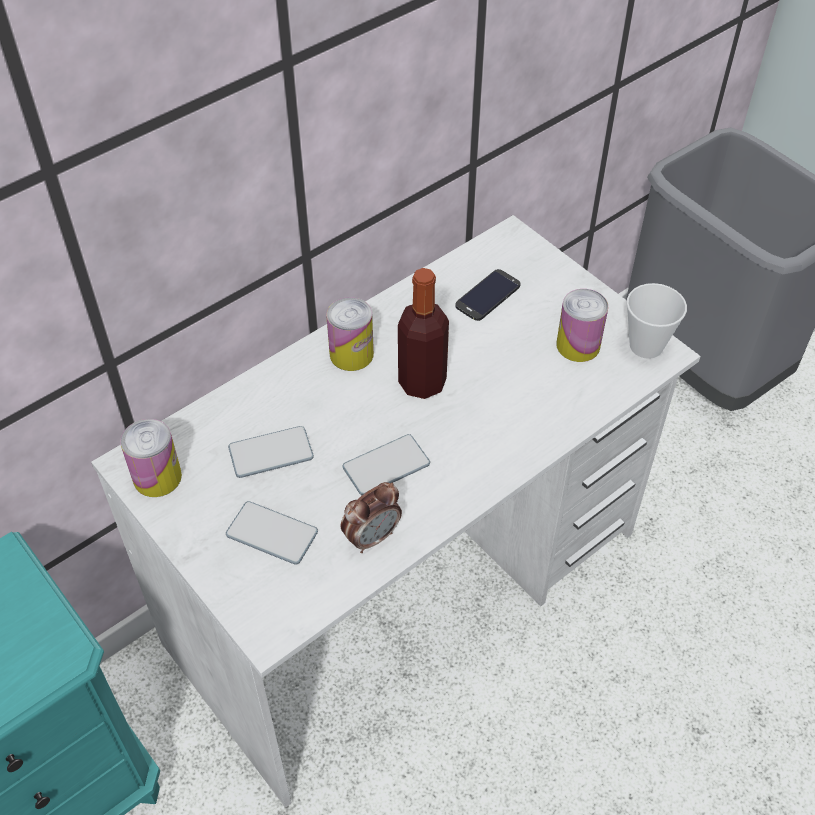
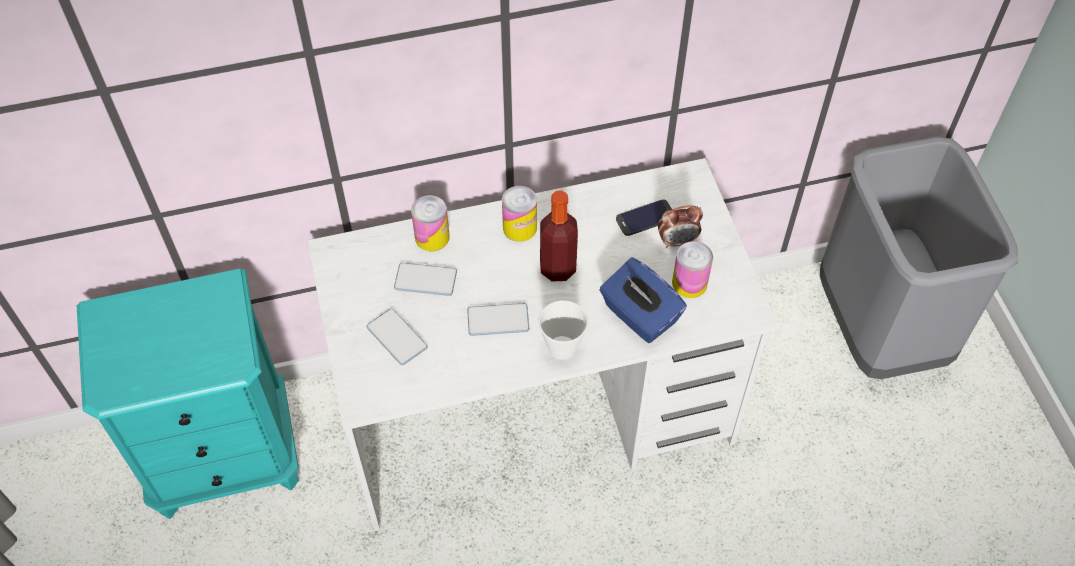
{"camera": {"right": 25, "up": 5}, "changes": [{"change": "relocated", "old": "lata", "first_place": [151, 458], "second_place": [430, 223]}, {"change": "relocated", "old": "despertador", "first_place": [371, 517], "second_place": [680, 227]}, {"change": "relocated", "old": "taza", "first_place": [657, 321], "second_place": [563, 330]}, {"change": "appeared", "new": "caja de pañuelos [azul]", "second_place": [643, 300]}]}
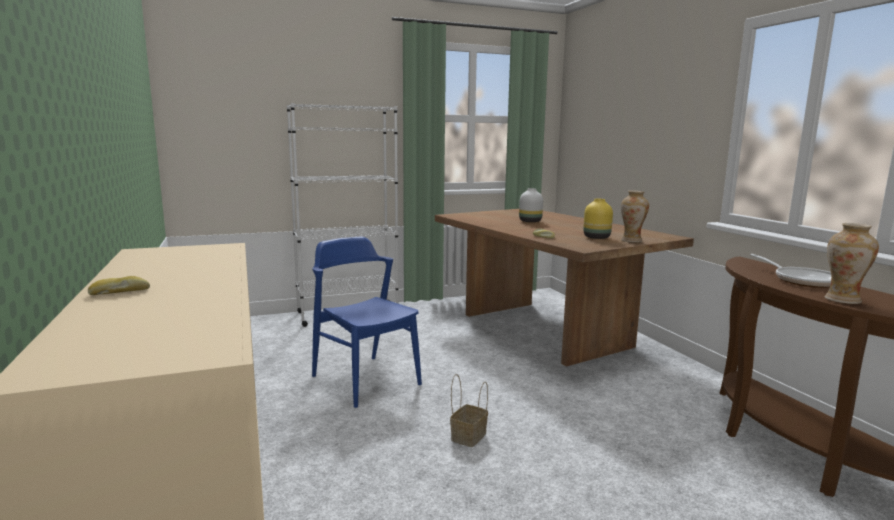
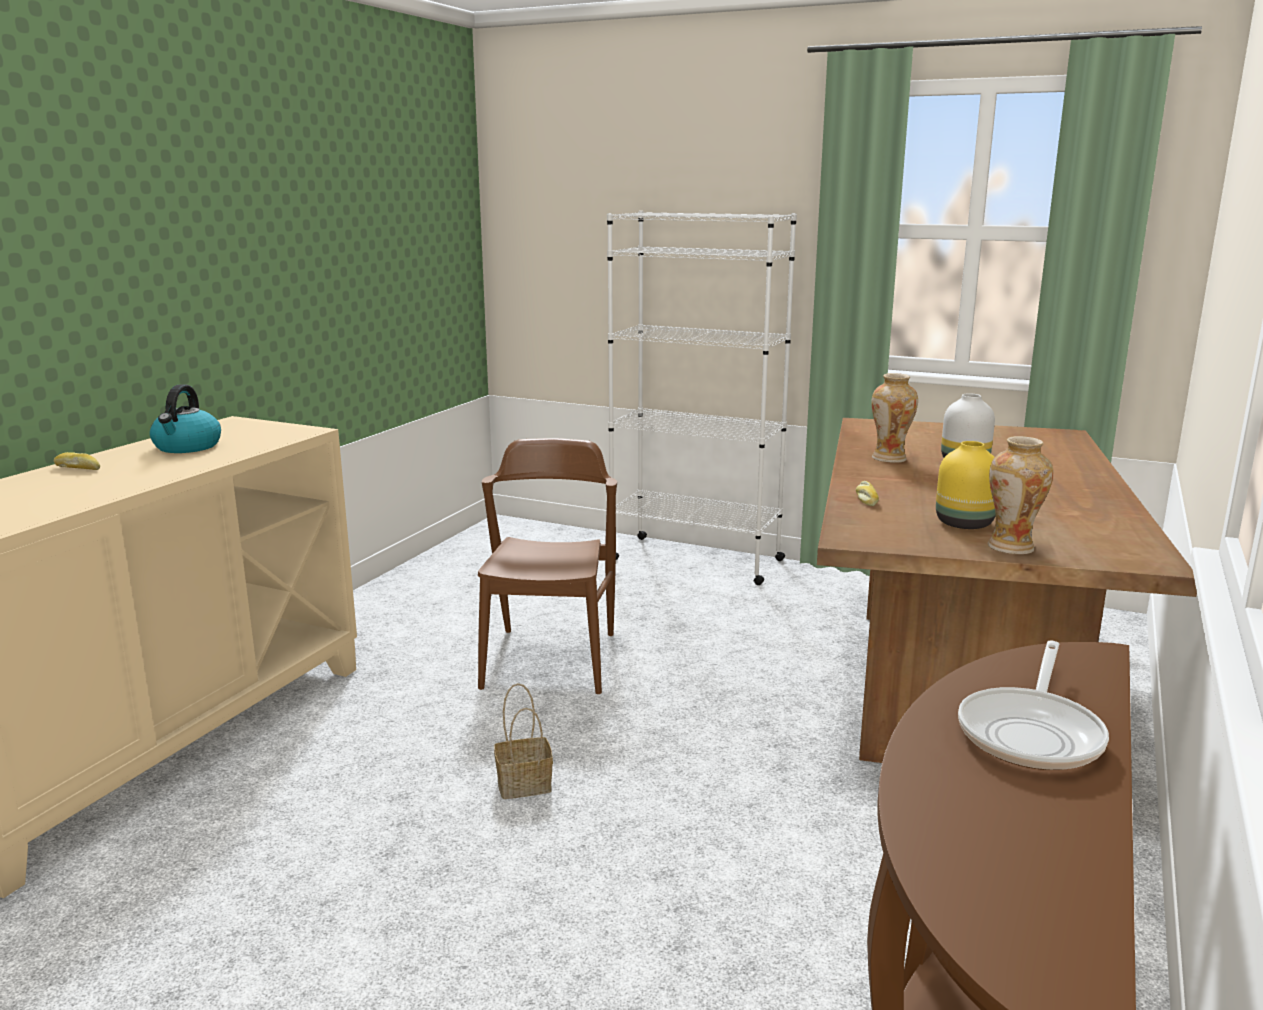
{"camera": {"right": 45, "up": 5}, "changes": [{"change": "colour", "old": "silla [azul]", "new": "silla [marrón]", "first_place": [367, 322], "second_place": [547, 566]}, {"change": "relocated", "old": "florero", "first_place": [852, 263], "second_place": [894, 418]}, {"change": "appeared", "new": "hervidor", "second_place": [185, 418]}]}
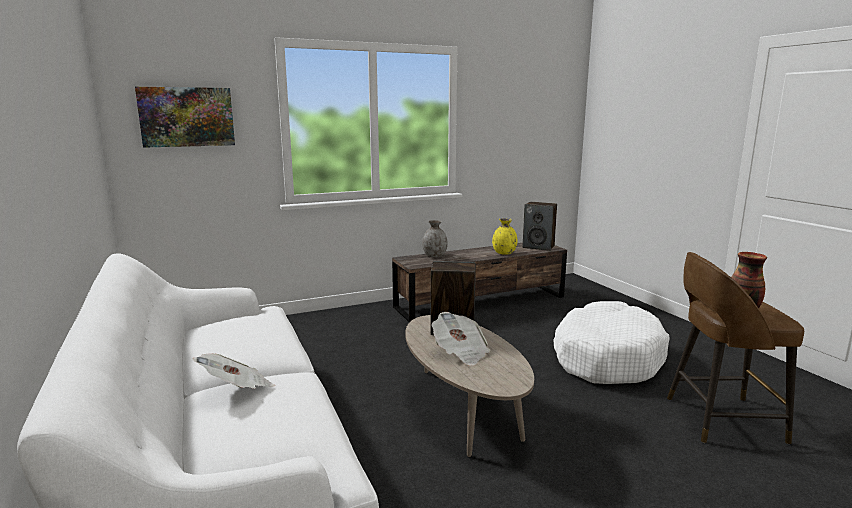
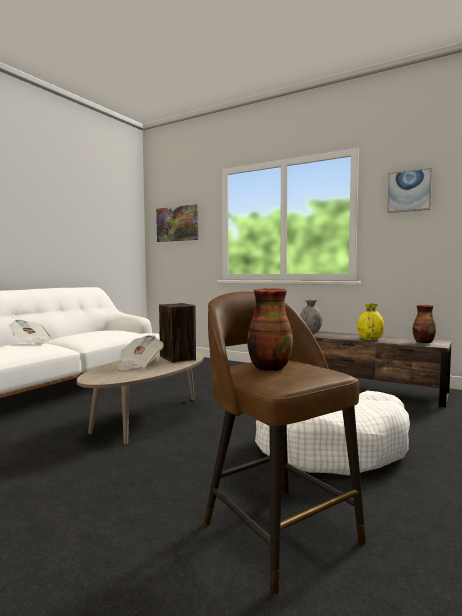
{"camera": {"right": 55, "up": -10}, "changes": [{"change": "exchanged", "old": "altavoz", "new": "florero", "first_place": [540, 226], "second_place": [424, 324]}, {"change": "appeared", "new": "cuadro", "second_place": [409, 190]}]}
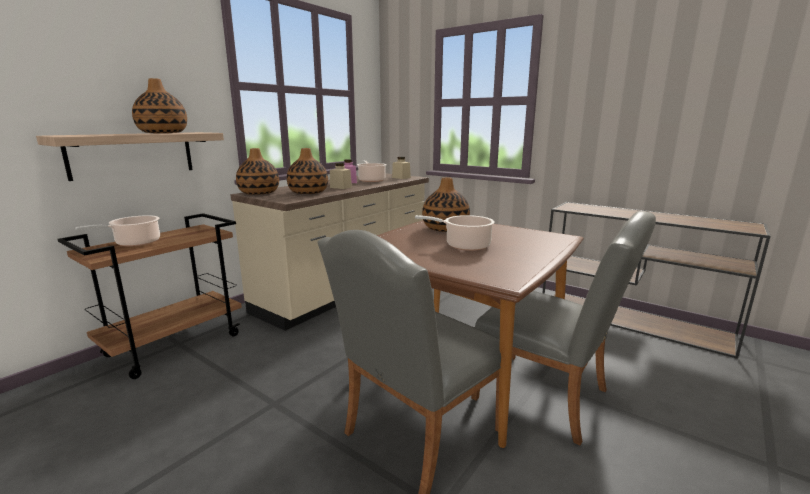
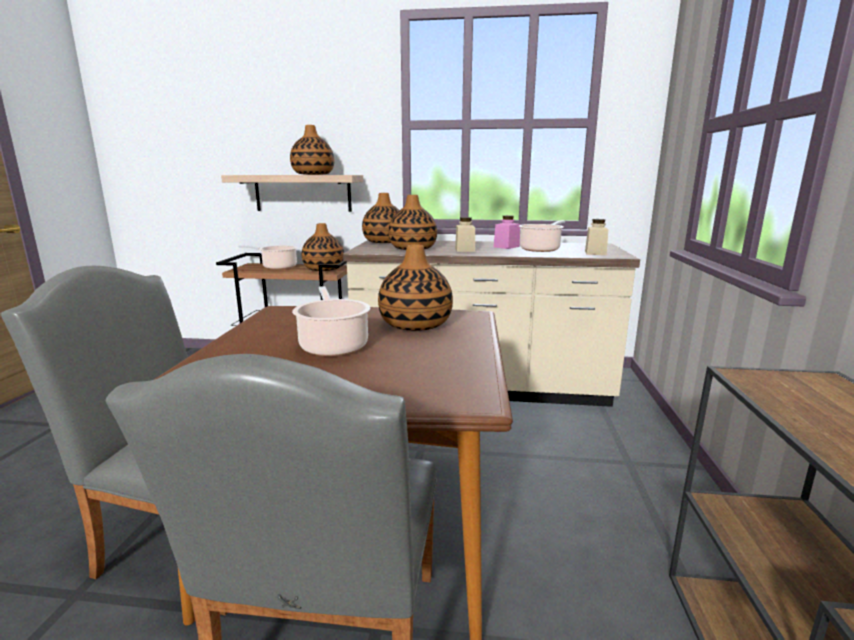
{"camera": {"right": 60, "up": 0}, "changes": [{"change": "appeared", "new": "florero", "second_place": [323, 247]}]}
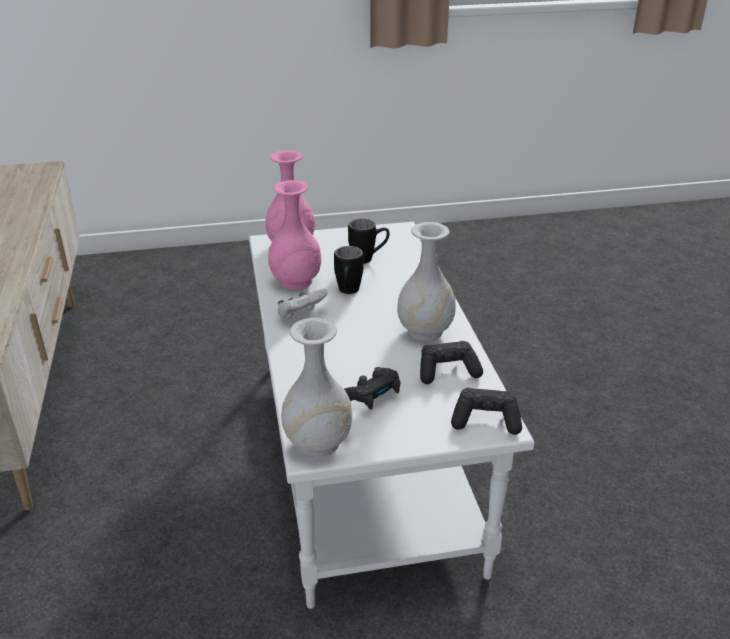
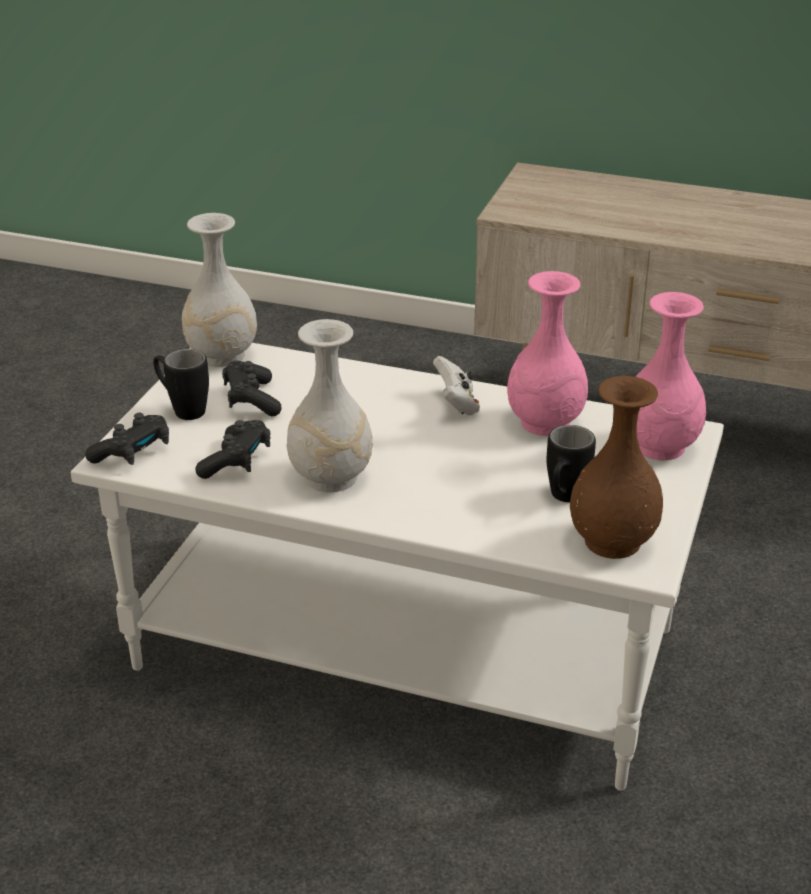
{"camera": {"right": 120, "up": 0}, "changes": [{"change": "relocated", "old": "taza grande [negro]", "first_place": [349, 270], "second_place": [181, 384]}, {"change": "appeared", "new": "florero [marrón]", "second_place": [616, 467]}]}
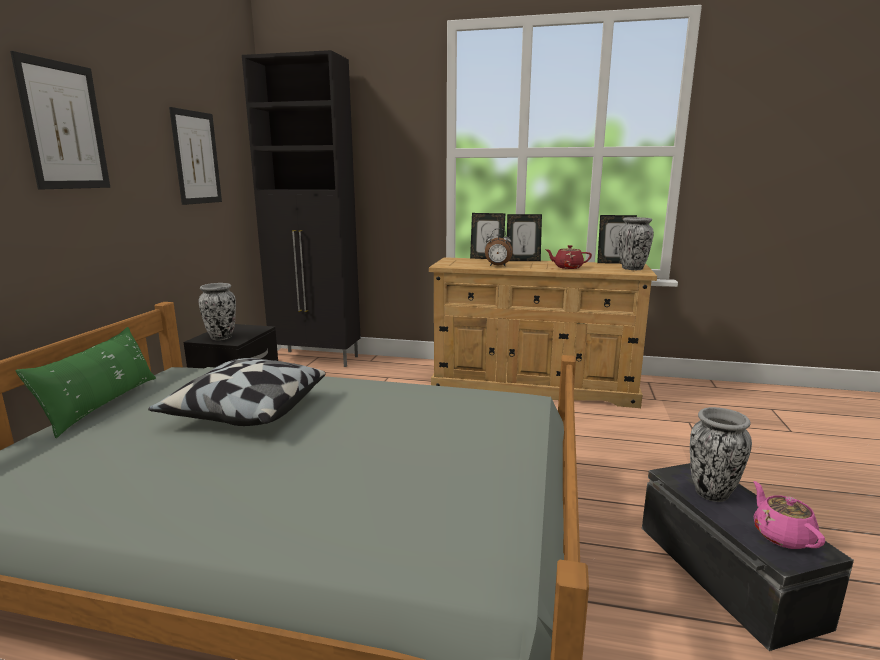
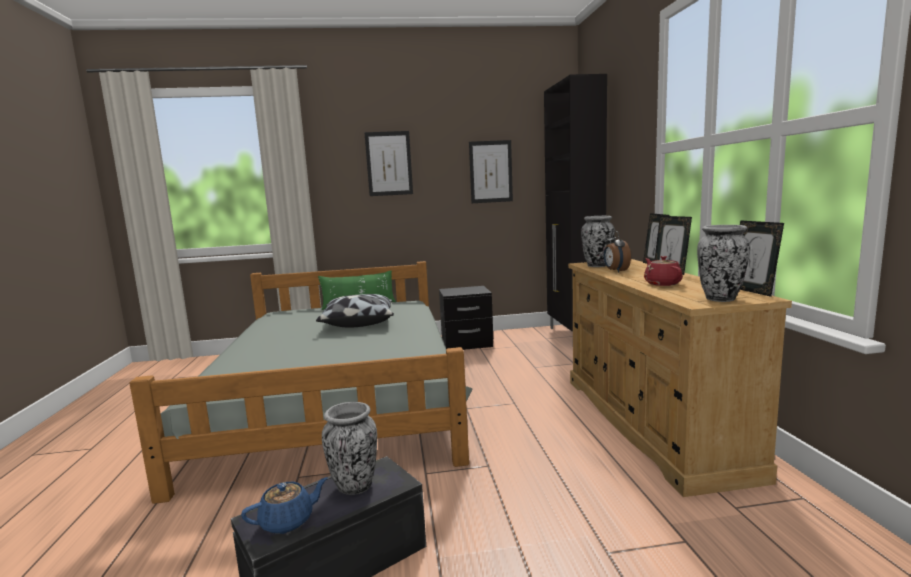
{"camera": {"right": 70, "up": -5}, "changes": [{"change": "relocated", "old": "florero", "first_place": [217, 311], "second_place": [598, 241]}, {"change": "colour", "old": "tetera [rosa]", "new": "tetera [azul]", "first_place": [789, 515], "second_place": [284, 505]}]}
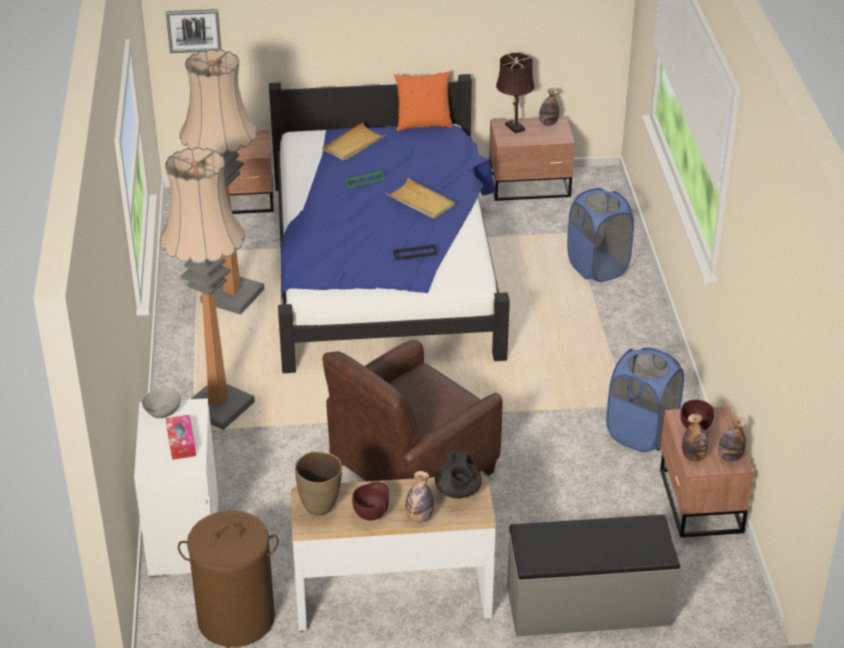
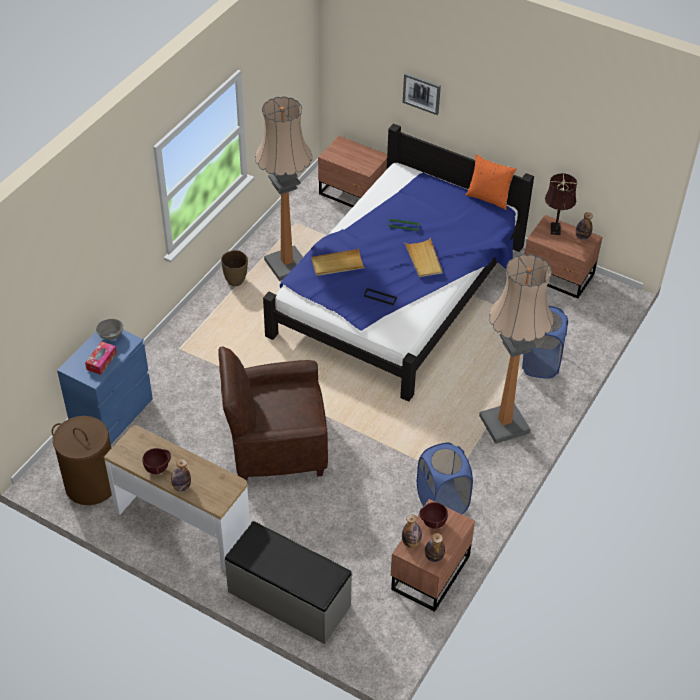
{"camera": {"right": 35, "up": 10}, "changes": [{"change": "colour", "old": "cómoda [blanco]", "new": "cómoda [azul]", "first_place": [176, 488], "second_place": [105, 387]}, {"change": "relocated", "old": "lámpara de pie", "first_place": [207, 289], "second_place": [516, 349]}, {"change": "relocated", "old": "cuadro", "first_place": [193, 31], "second_place": [422, 94]}, {"change": "relocated", "old": "florero [marrón]", "first_place": [318, 483], "second_place": [234, 268]}, {"change": "relocated", "old": "bandeja [beis]", "first_place": [354, 142], "second_place": [338, 262]}, {"change": "missing", "old": "tetera [negro]", "first_place": [458, 474]}]}
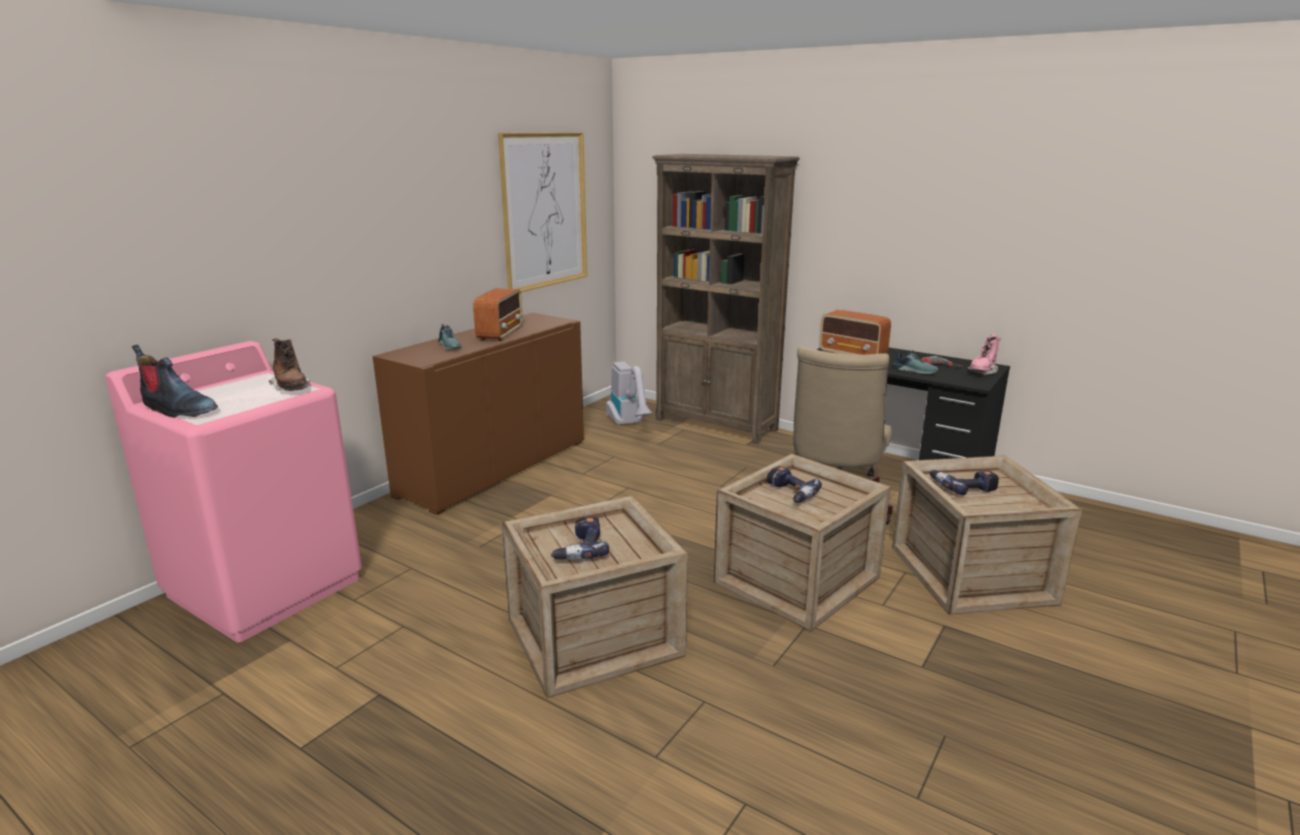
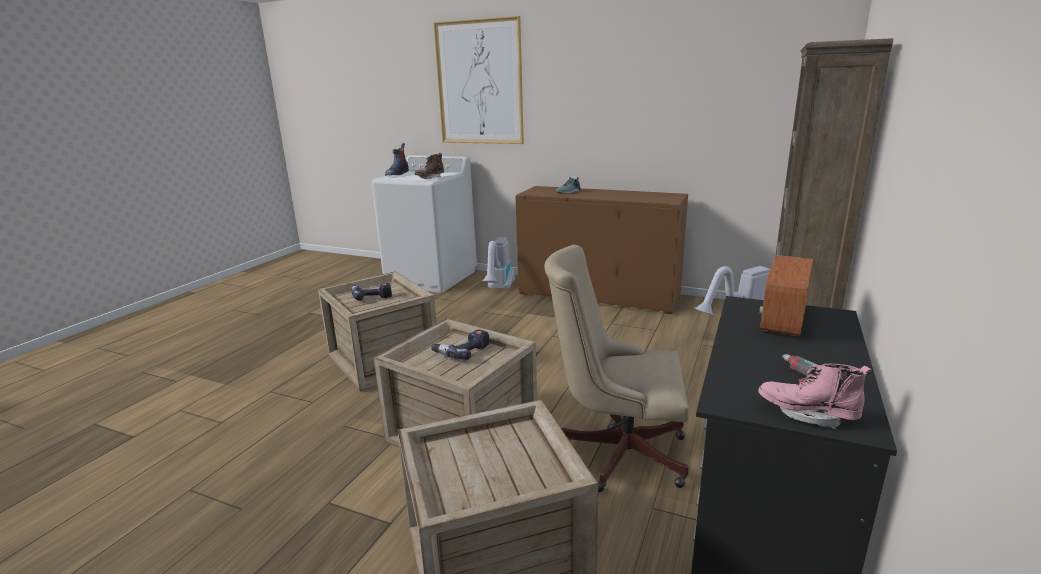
{"camera": {"right": 80, "up": 0}, "changes": [{"change": "colour", "old": "lavadora [rosa]", "new": "lavadora [blanco]", "first_place": [233, 491], "second_place": [424, 224]}, {"change": "missing", "old": "radio", "first_place": [498, 314]}, {"change": "relocated", "old": "cuadro", "first_place": [542, 212], "second_place": [478, 80]}, {"change": "missing", "old": "zapato", "first_place": [915, 362]}, {"change": "missing", "old": "taladro", "first_place": [964, 482]}, {"change": "appeared", "new": "aspiradora", "second_place": [498, 263]}]}
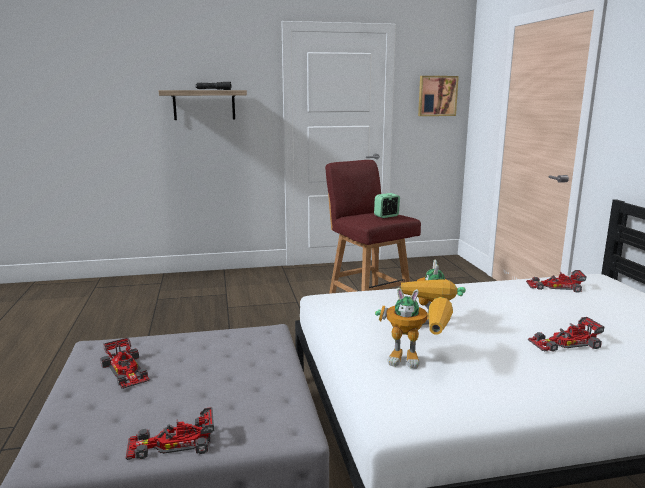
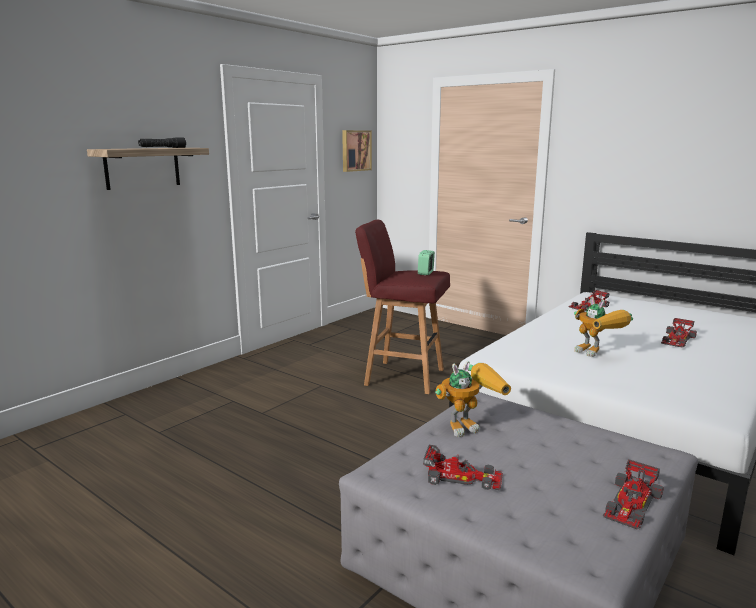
{"camera": {"right": -40, "up": 0}, "changes": [{"change": "relocated", "old": "robot de juguete", "first_place": [414, 328], "second_place": [473, 399]}]}
